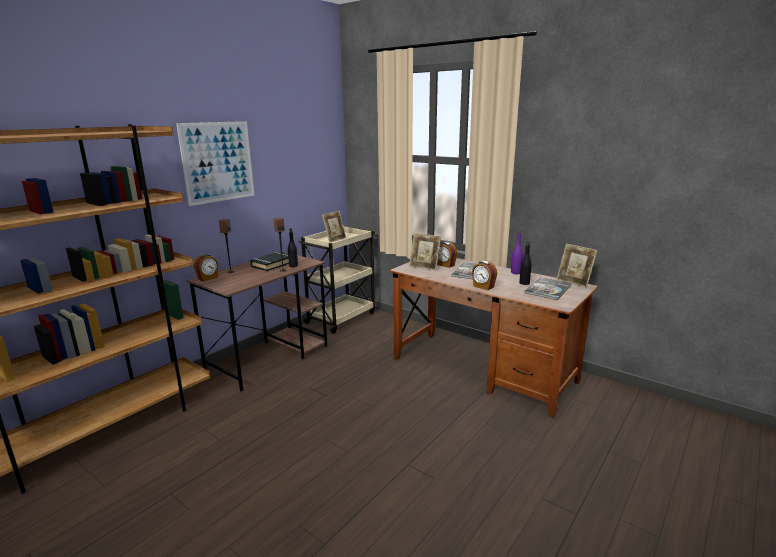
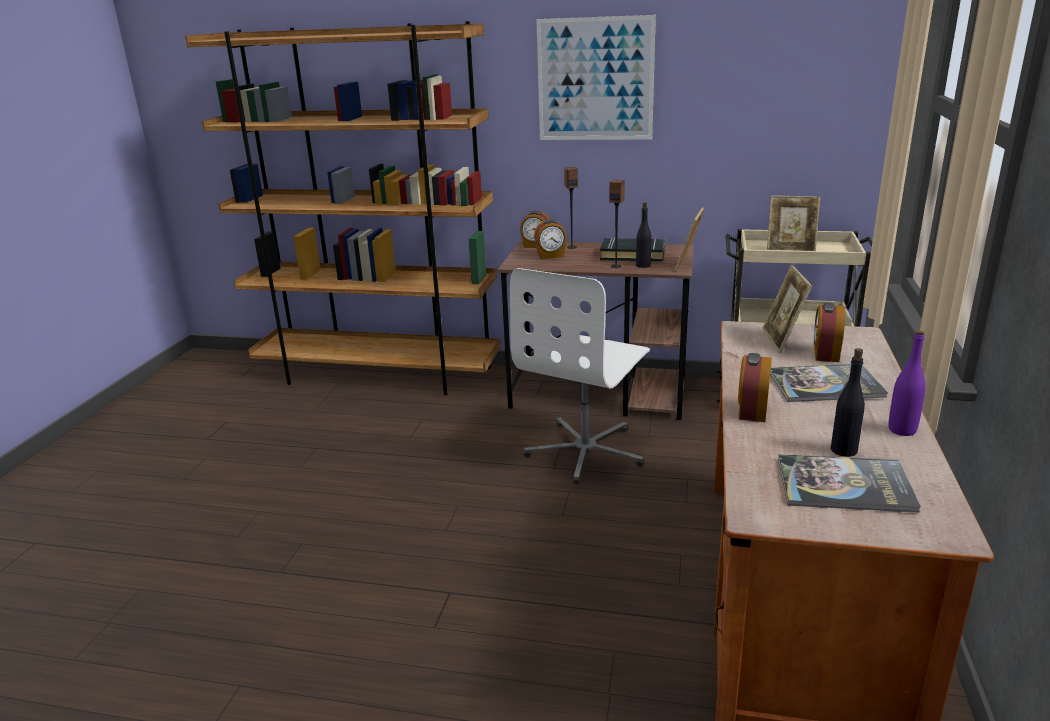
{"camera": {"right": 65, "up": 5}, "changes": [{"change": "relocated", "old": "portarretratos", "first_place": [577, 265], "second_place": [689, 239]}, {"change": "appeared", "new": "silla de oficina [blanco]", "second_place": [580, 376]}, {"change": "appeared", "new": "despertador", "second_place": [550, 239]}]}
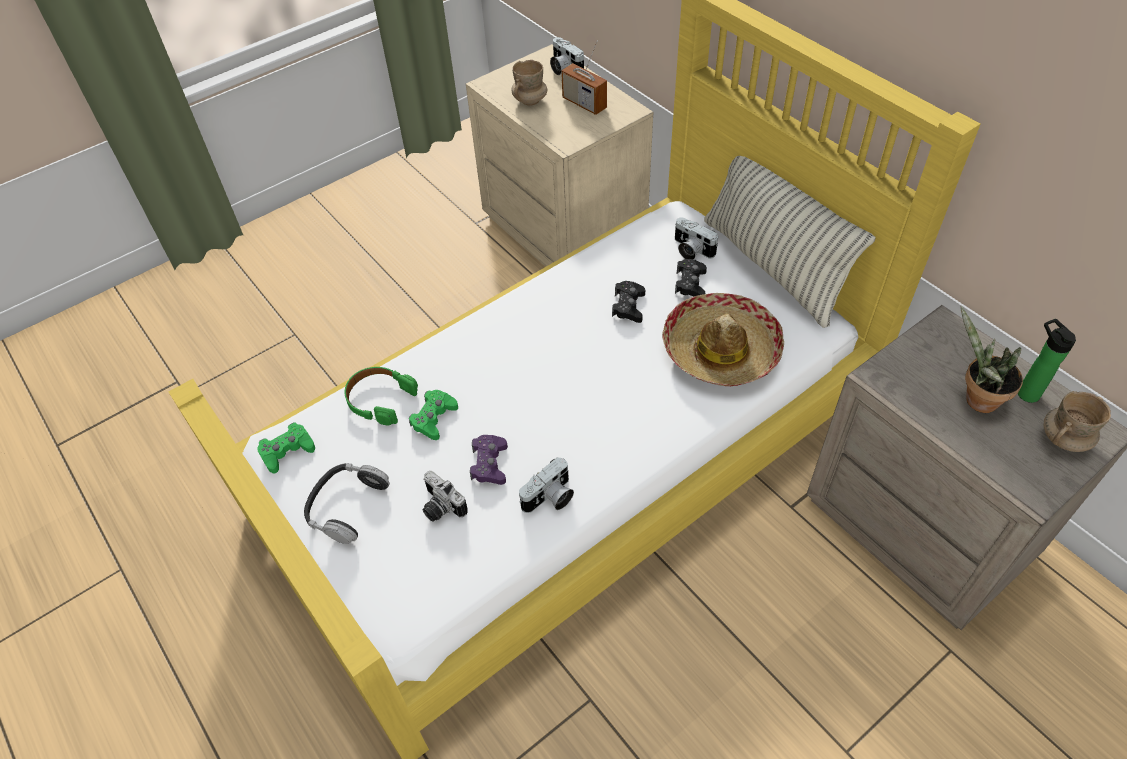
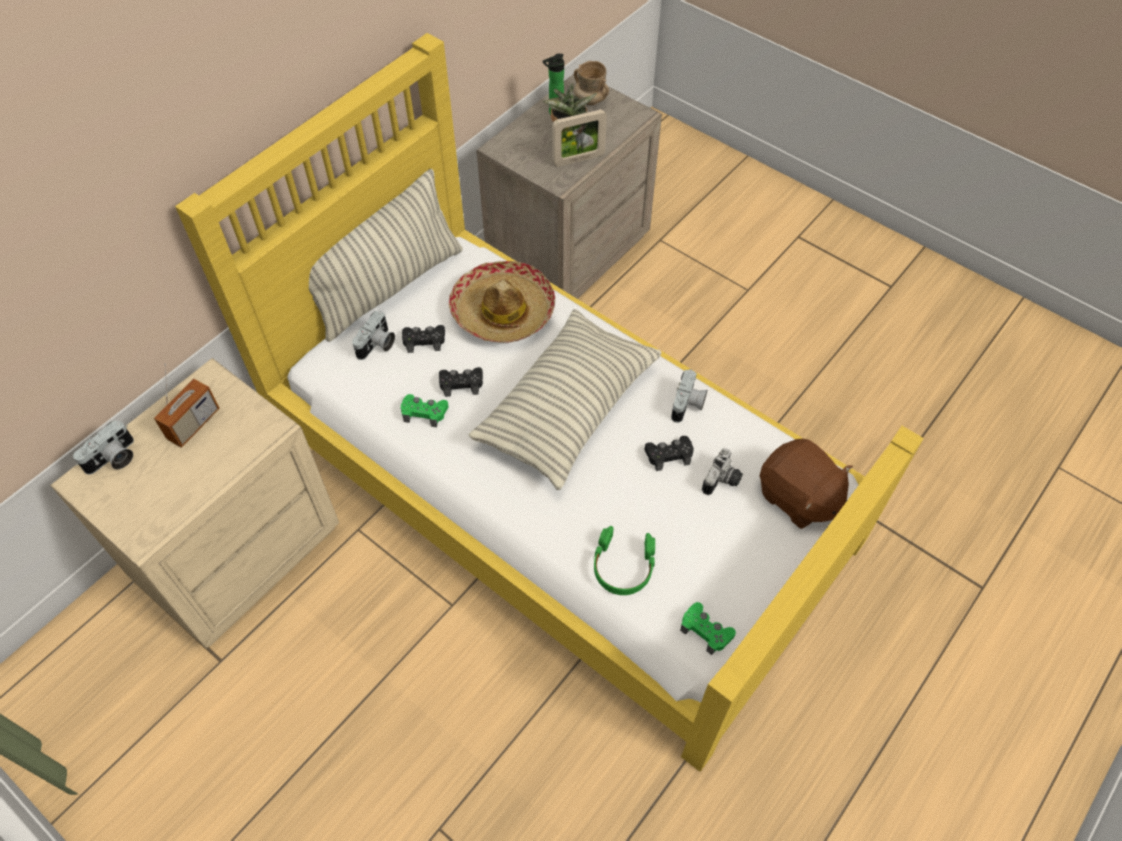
{"camera": {"right": -105, "up": 5}, "changes": [{"change": "missing", "old": "auriculares", "first_place": [347, 503]}, {"change": "relocated", "old": "mando de consola [verde]", "first_place": [433, 415], "second_place": [425, 410]}, {"change": "colour", "old": "mando de consola [morado]", "new": "mando de consola [negro]", "first_place": [489, 460], "second_place": [669, 453]}, {"change": "missing", "old": "taza grande [beis]", "first_place": [529, 83]}, {"change": "spun", "old": "cámara", "first_place": [546, 485], "second_place": [689, 396], "degrees": 75}, {"change": "appeared", "new": "cojín", "second_place": [565, 399]}, {"change": "appeared", "new": "portarretratos", "second_place": [579, 138]}, {"change": "appeared", "new": "peluche [marrón]", "second_place": [806, 484]}]}
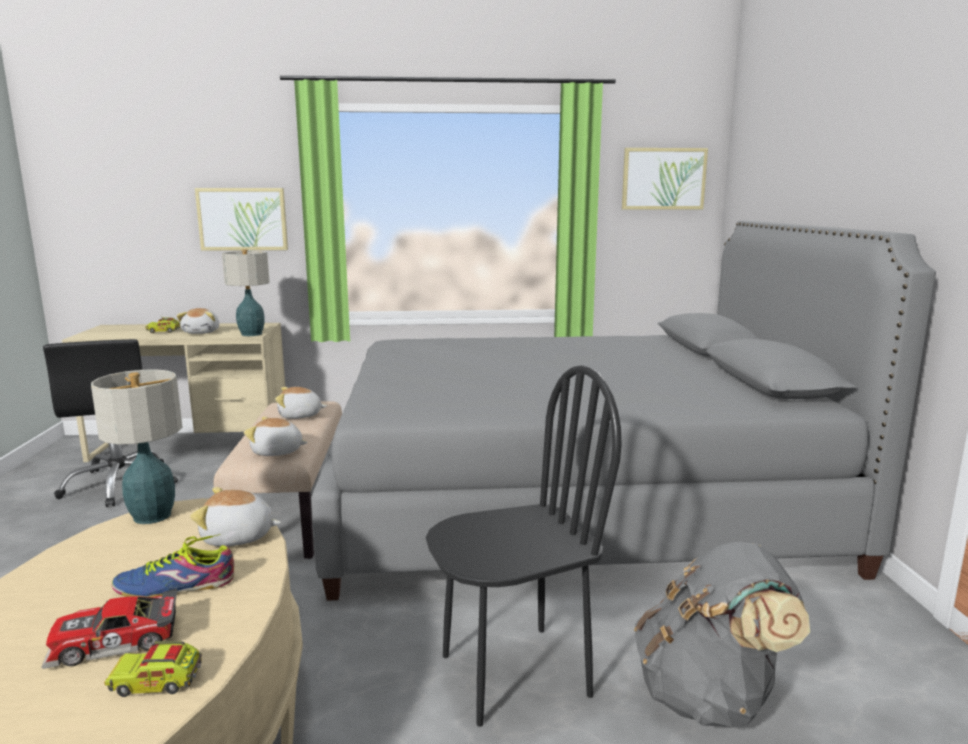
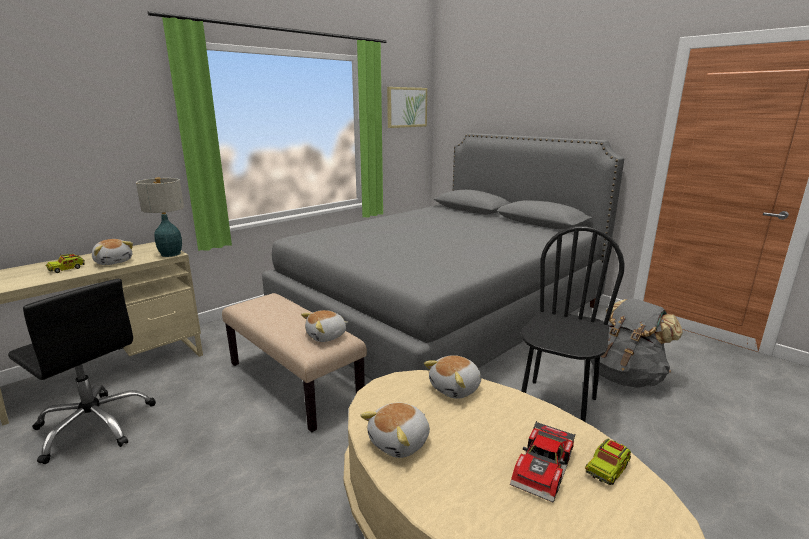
{"camera": {"right": -40, "up": 5}, "changes": [{"change": "missing", "old": "lámpara de mesa", "first_place": [136, 446]}, {"change": "missing", "old": "zapato", "first_place": [173, 565]}, {"change": "missing", "old": "cuadro", "first_place": [241, 219]}, {"change": "relocated", "old": "peluche", "first_place": [301, 403], "second_place": [395, 430]}]}
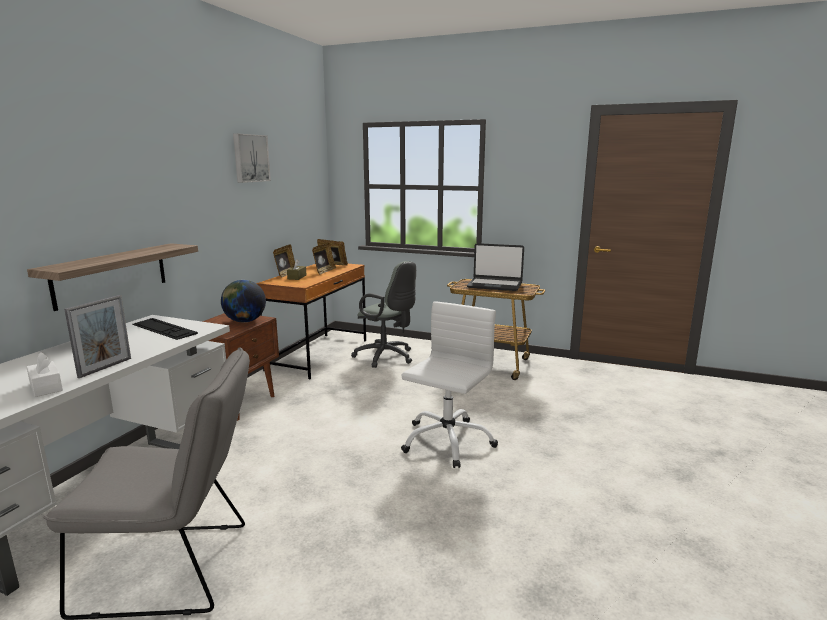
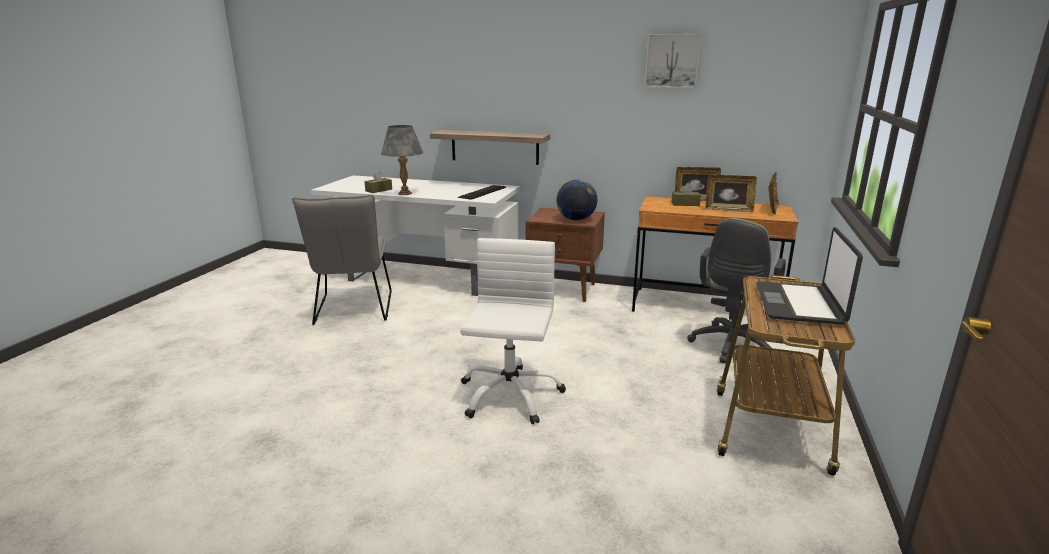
{"camera": {"right": 85, "up": 5}, "changes": [{"change": "colour", "old": "caja de pañuelos [blanco]", "new": "caja de pañuelos [marrón]", "first_place": [44, 374], "second_place": [378, 181]}, {"change": "exchanged", "old": "portarretratos", "new": "lámpara de mesa [gris]", "first_place": [97, 336], "second_place": [402, 160]}, {"change": "spun", "old": "silla de oficina [blanco]", "first_place": [449, 384], "second_place": [513, 331], "degrees": -105}]}
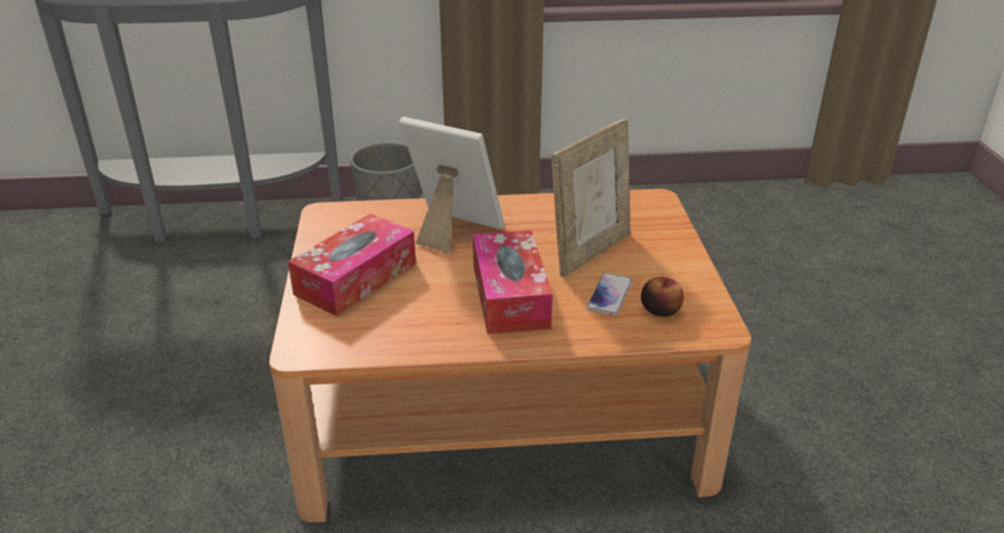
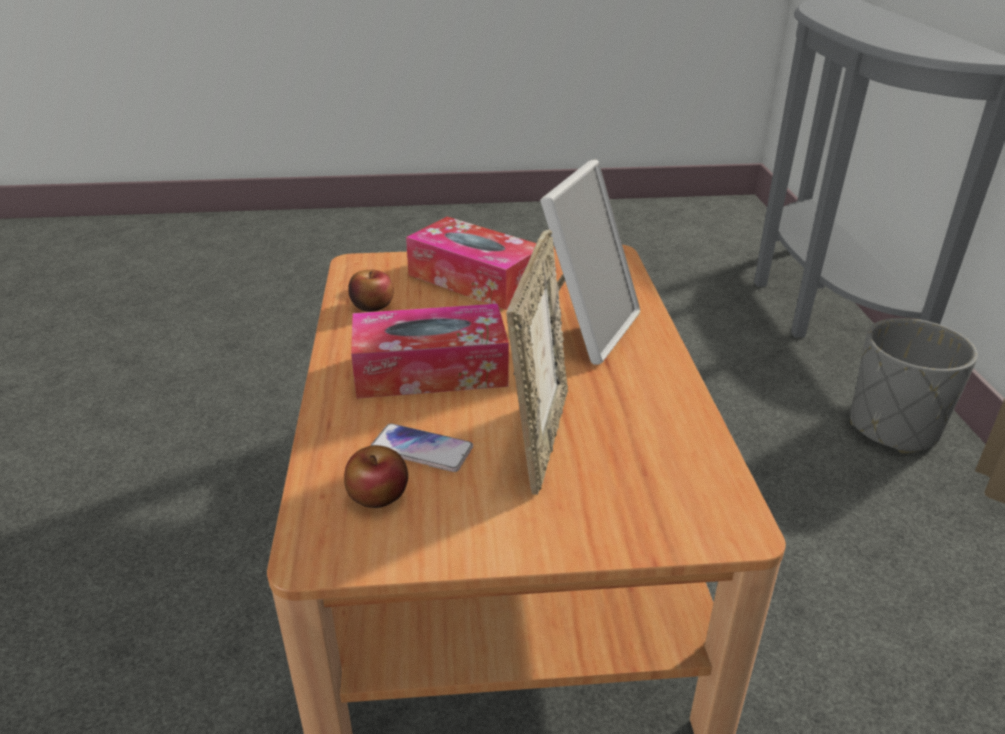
{"camera": {"right": 90, "up": 0}, "changes": [{"change": "spun", "old": "portarretratos", "first_place": [591, 198], "second_place": [537, 362], "degrees": -120}, {"change": "appeared", "new": "manzana", "second_place": [370, 291]}]}
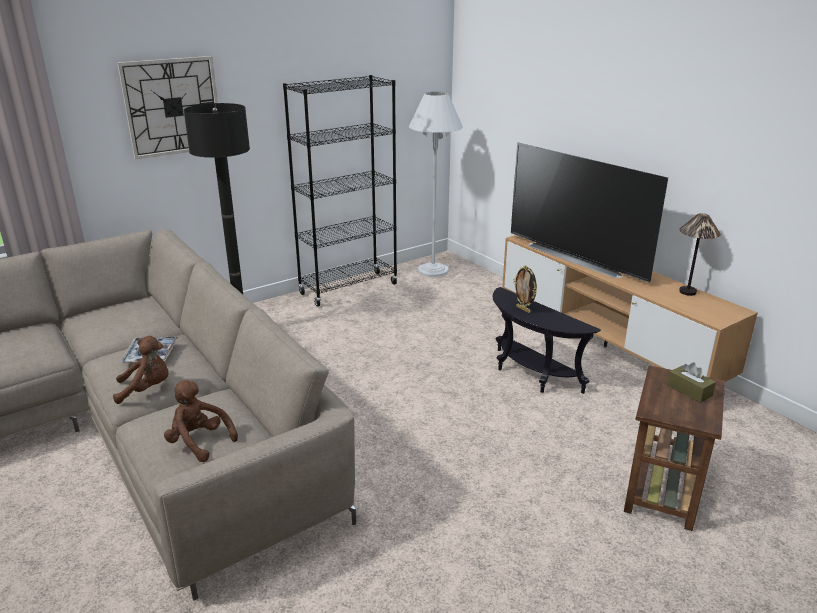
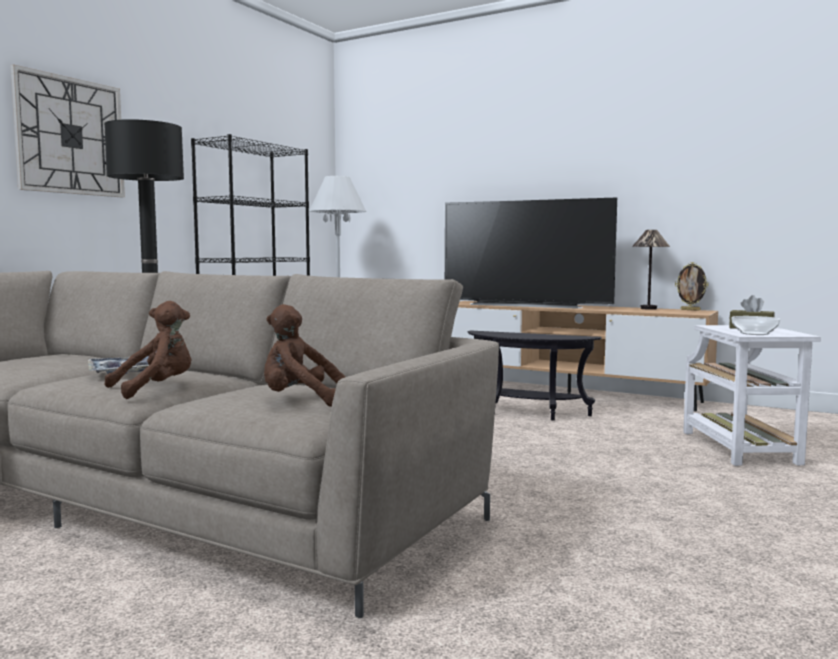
{"camera": {"right": -25, "up": -20}, "changes": [{"change": "relocated", "old": "portarretratos", "first_place": [525, 289], "second_place": [692, 286]}, {"change": "colour", "old": "mesa auxiliar [marrón]", "new": "mesa auxiliar [blanco]", "first_place": [674, 448], "second_place": [752, 395]}, {"change": "appeared", "new": "cuenco", "second_place": [755, 325]}]}
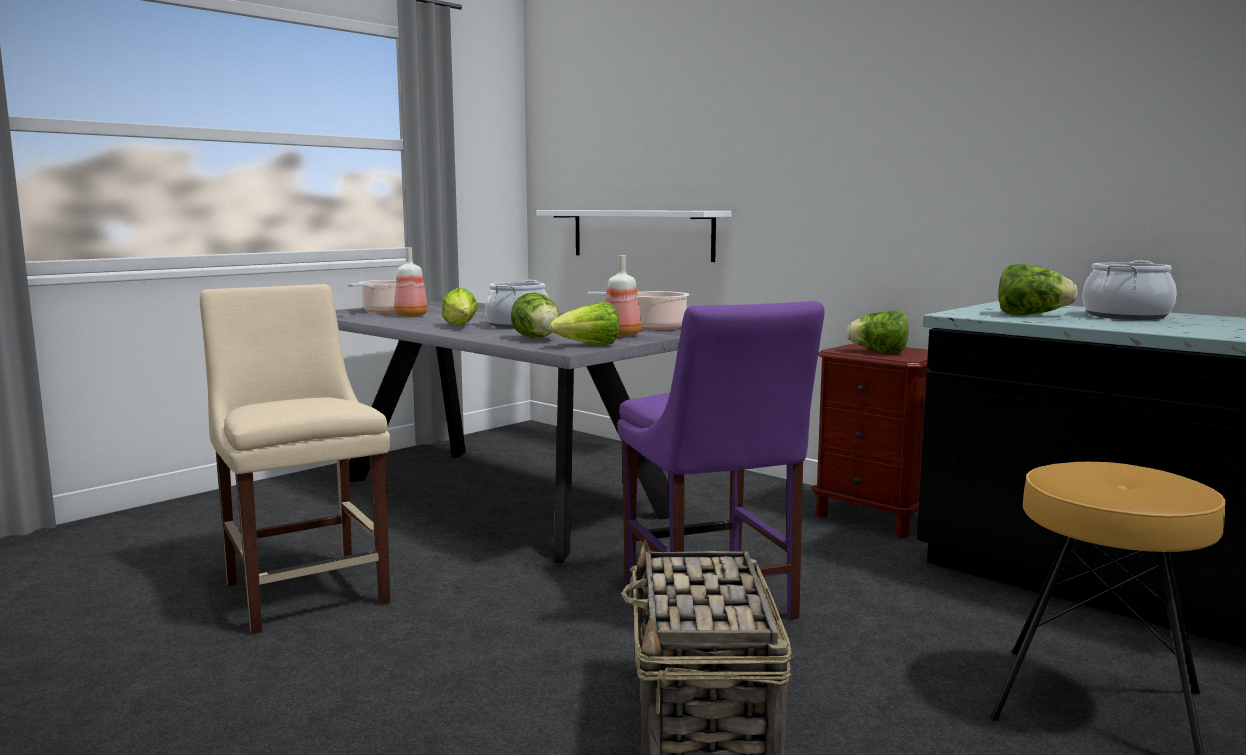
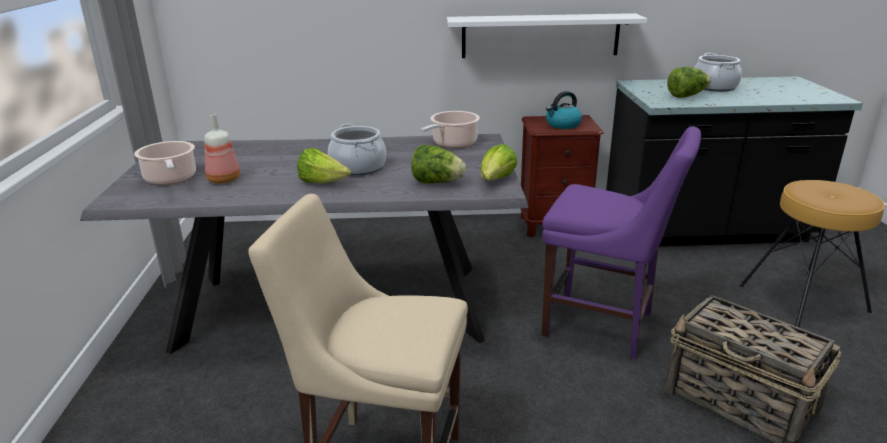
{"camera": {"right": -45, "up": 15}, "changes": [{"change": "relocated", "old": "estante [blanco]", "first_place": [633, 236], "second_place": [547, 35]}, {"change": "missing", "old": "botella", "first_place": [623, 296]}, {"change": "exchanged", "old": "lechuga", "new": "hervidor", "first_place": [877, 332], "second_place": [564, 110]}]}
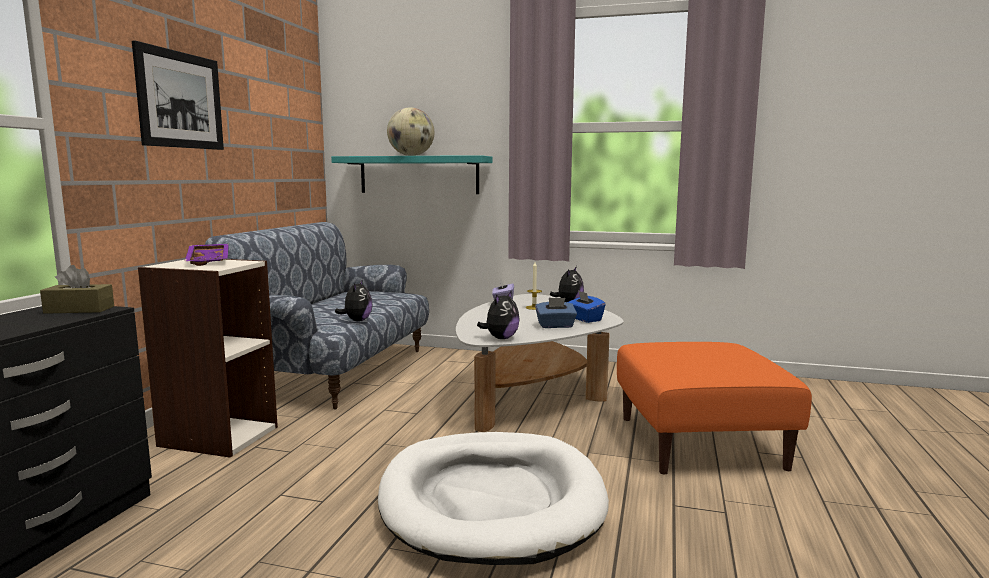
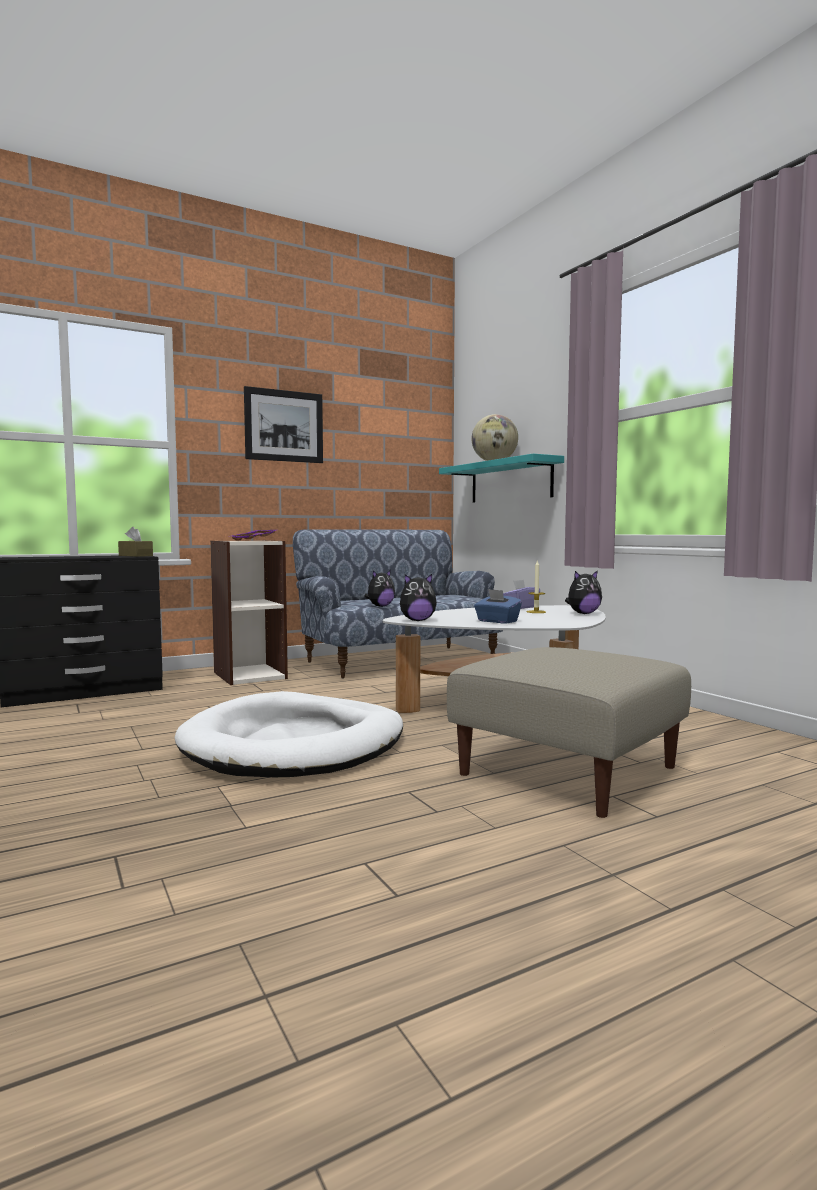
{"camera": {"right": 45, "up": -5}, "changes": [{"change": "missing", "old": "caja de pañuelos [azul]", "first_place": [587, 307]}, {"change": "colour", "old": "puf [naranja]", "new": "puf [beis]", "first_place": [714, 408], "second_place": [569, 732]}]}
